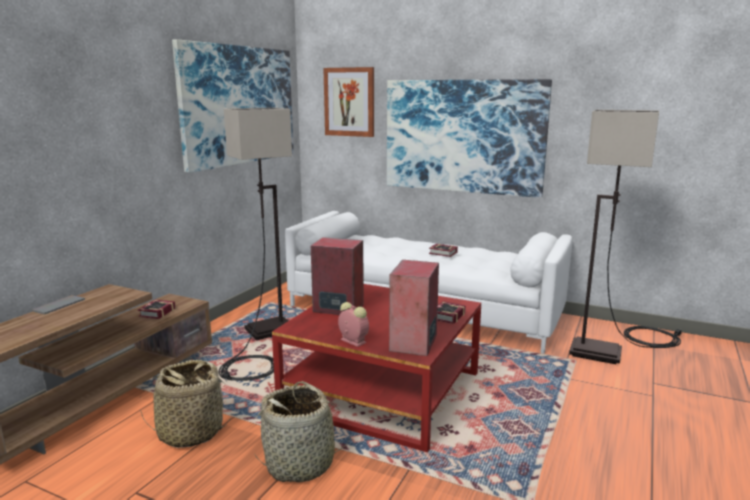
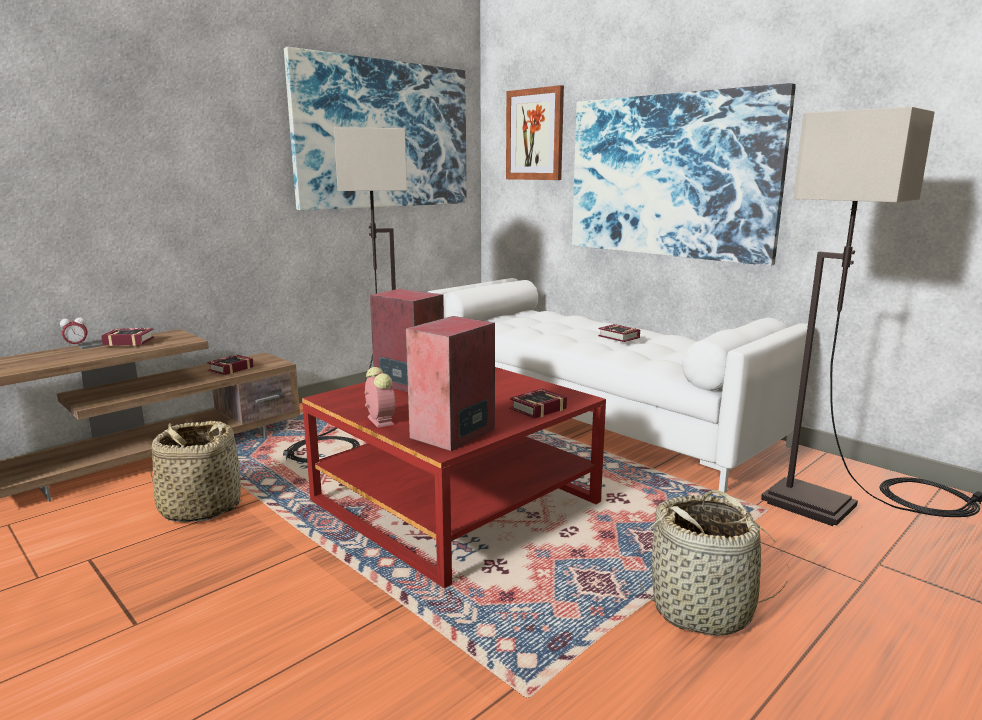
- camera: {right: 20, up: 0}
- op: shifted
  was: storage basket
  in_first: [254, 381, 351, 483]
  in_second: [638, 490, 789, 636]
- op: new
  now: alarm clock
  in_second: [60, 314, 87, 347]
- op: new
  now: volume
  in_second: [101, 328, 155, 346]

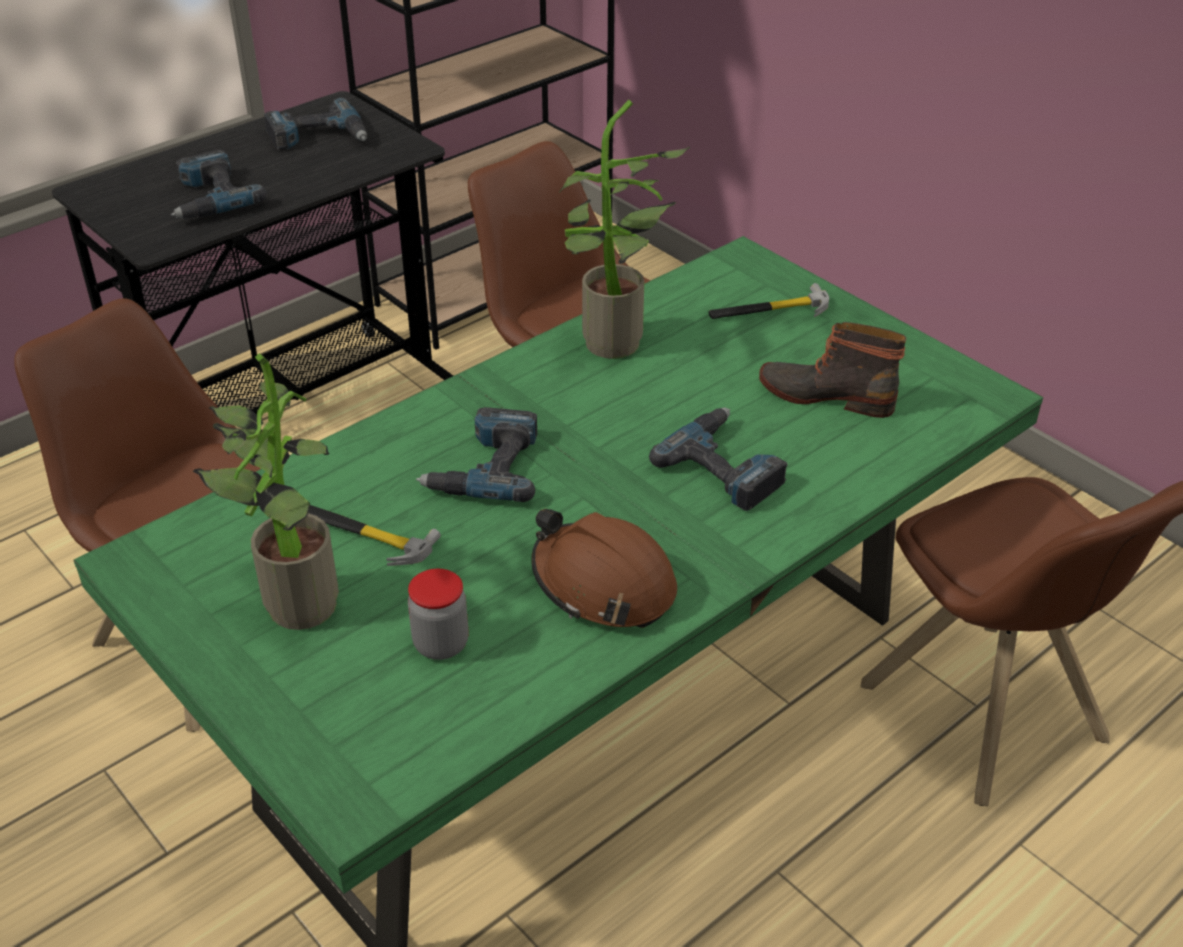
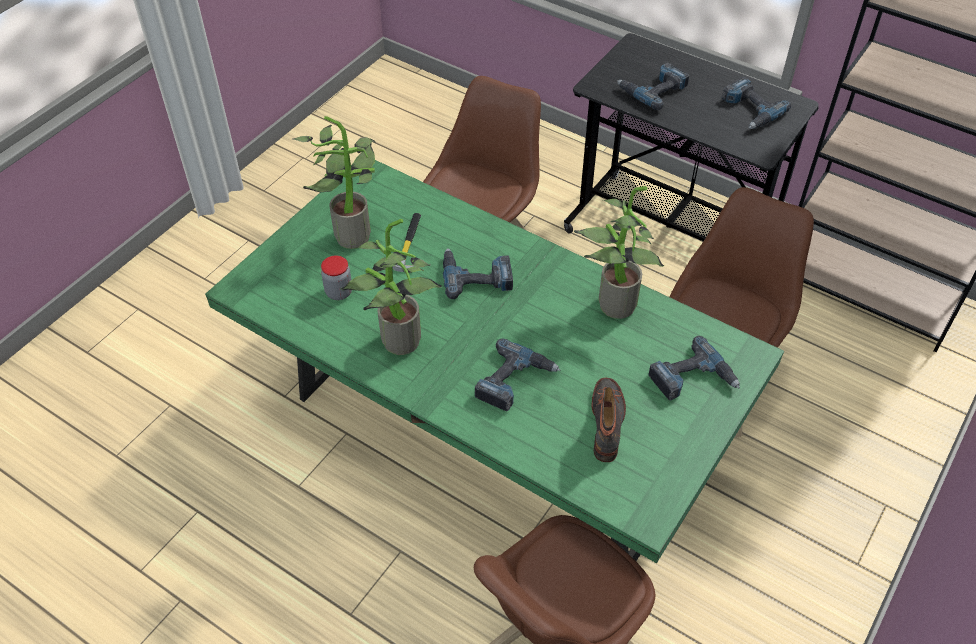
- camera: {right: 75, up: 10}
- op: swapped
  was: brown-coloured safety helmet
  now: plant in a pot
  in_first: [531, 509, 677, 628]
  in_second: [341, 219, 442, 355]
- op: swapped
  was: hammer
  now: drill
  in_first: [708, 283, 829, 319]
  in_second: [648, 336, 740, 401]

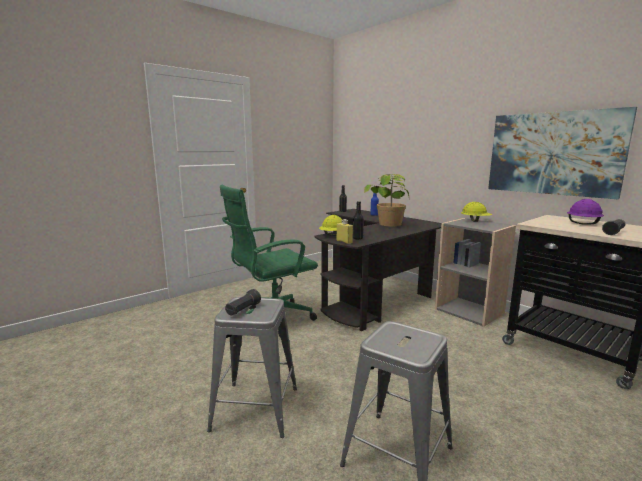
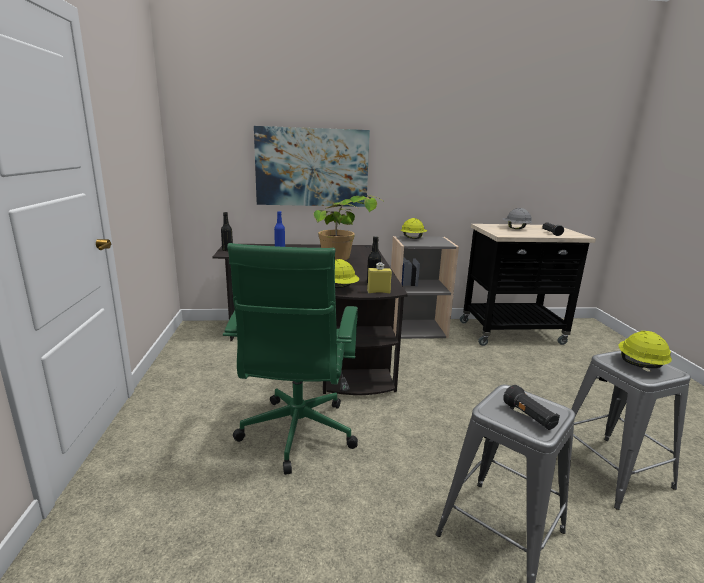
- camera: {right: -55, up: 5}
- op: shifted
  was: wall picture
  in_first: [488, 107, 637, 199]
  in_second: [254, 126, 370, 207]
- op: repainted
  was: purple safety helmet
  now: greyish safety helmet
  in_first: [567, 199, 604, 225]
  in_second: [503, 208, 532, 229]
- op: new
  now: yellow-coloured safety helmet
  in_second: [619, 331, 672, 368]

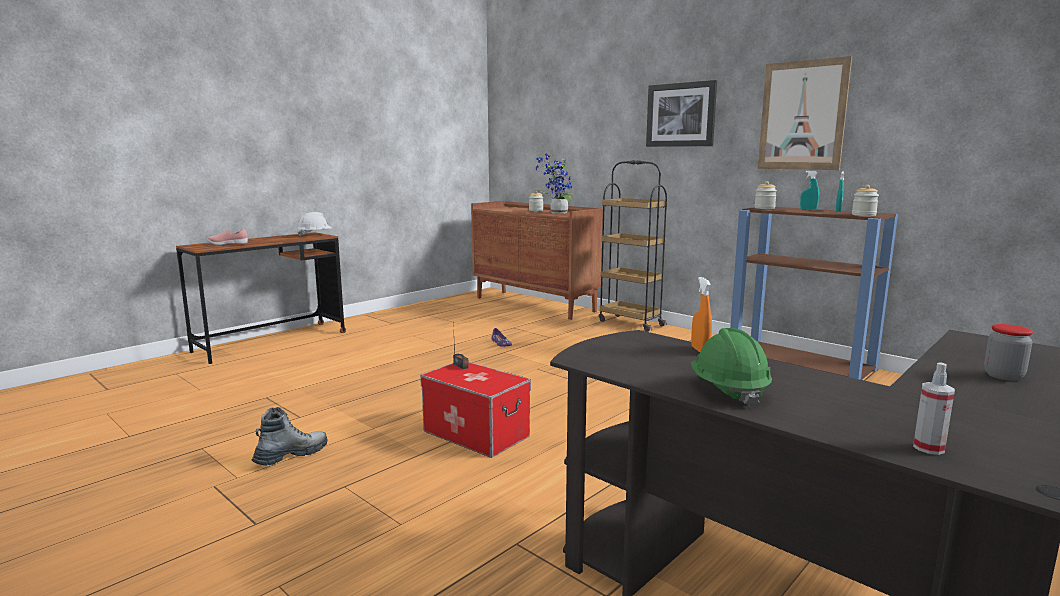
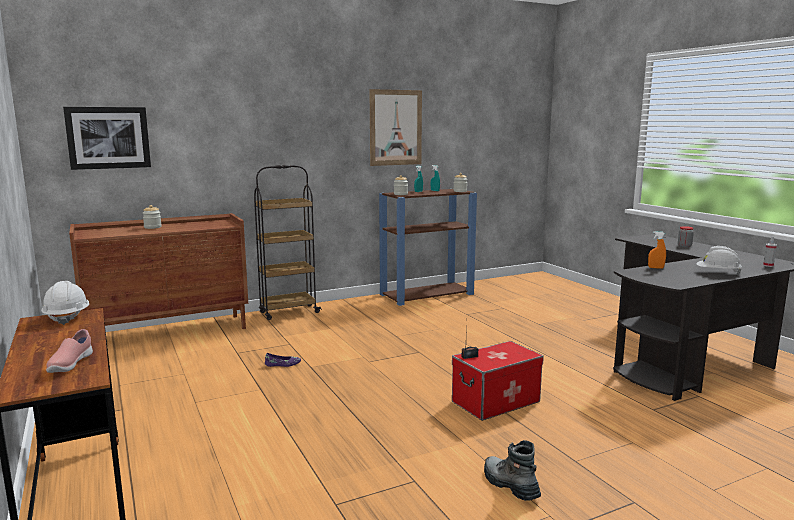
- camera: {right: -70, up: 0}
- op: gone
  was: plant in a pot
  in_first: [533, 153, 573, 214]
- op: shifted
  was: wall picture
  in_first: [646, 80, 717, 147]
  in_second: [63, 107, 151, 170]
- op: repainted
  was: greenish safety helmet
  now: white-coloured safety helmet
  in_first: [691, 328, 772, 407]
  in_second: [697, 246, 742, 274]

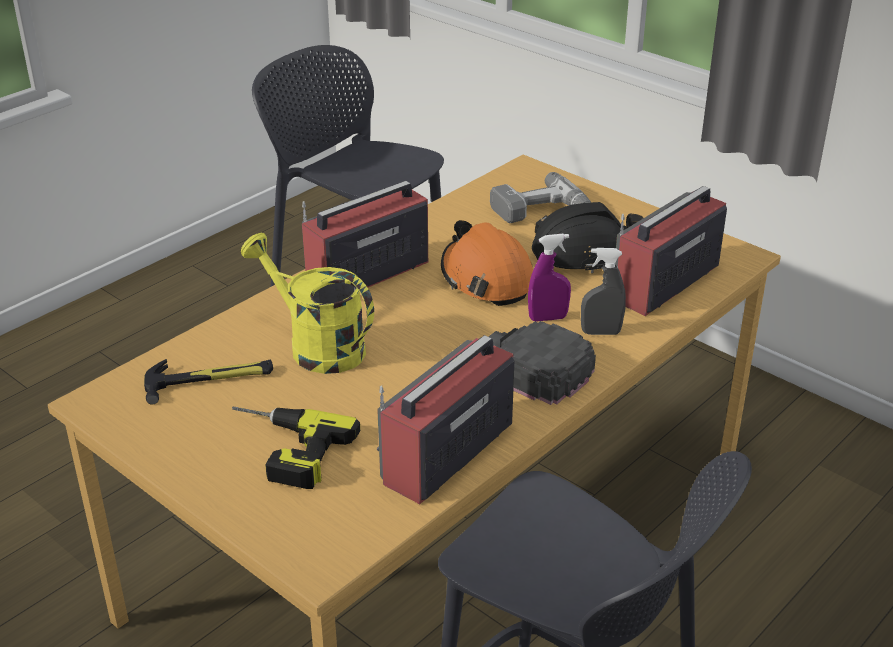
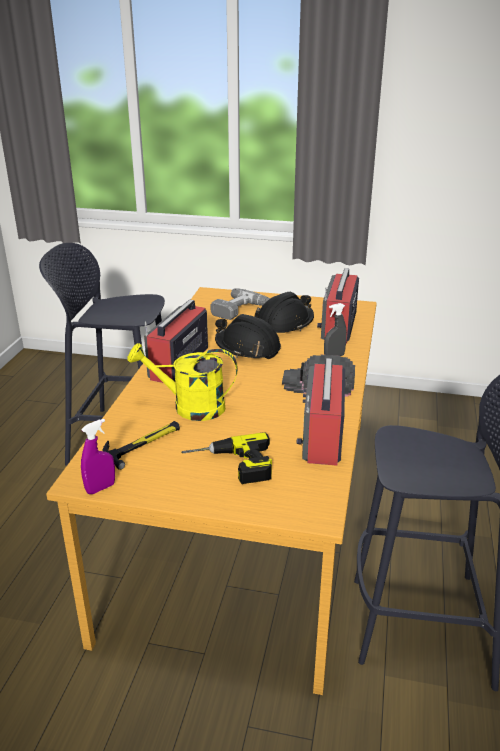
- camera: {right: -30, up: -5}
- op: repainted
  was: orange safety helmet
  now: black-coloured safety helmet
  in_first: [441, 220, 533, 306]
  in_second: [215, 314, 281, 359]
- op: shifted
  was: purple hand sprayer
  in_first: [528, 234, 571, 322]
  in_second: [81, 419, 115, 494]

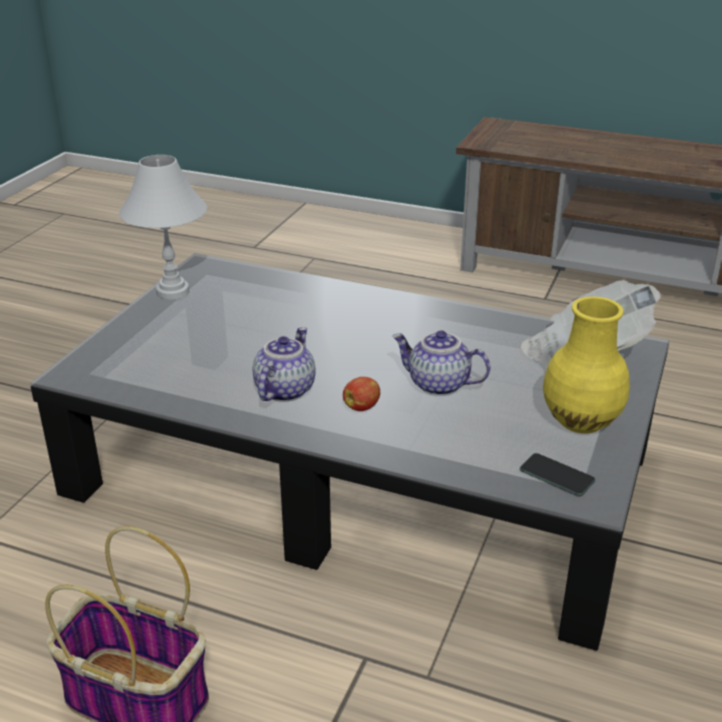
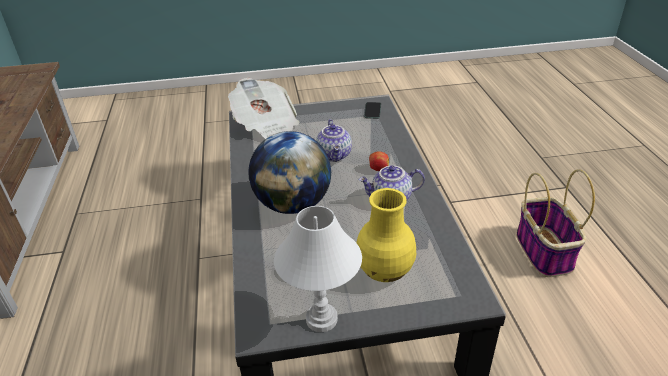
- camera: {right: -120, up: 5}
- op: shifted
  was: yellow-coloured flower vase
  in_first: [543, 296, 630, 434]
  in_second: [356, 188, 416, 282]
- op: new
  now: world globe
  in_second: [249, 131, 331, 214]

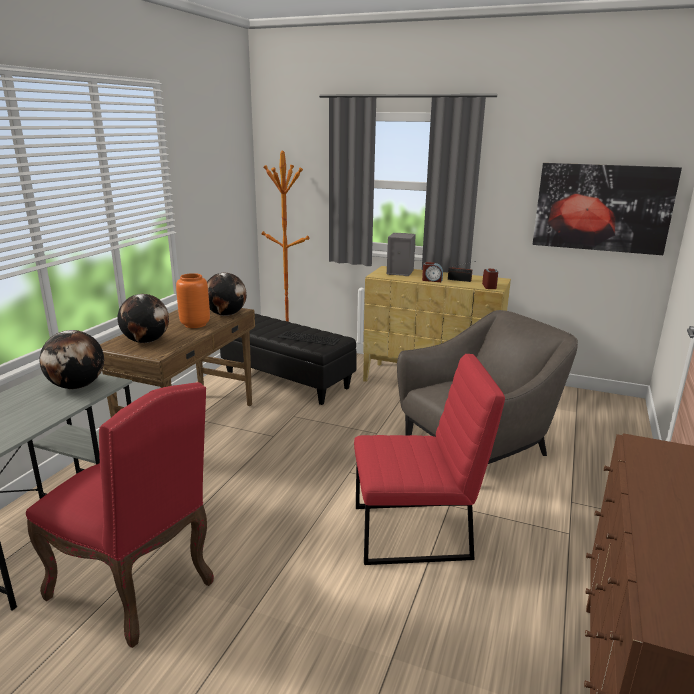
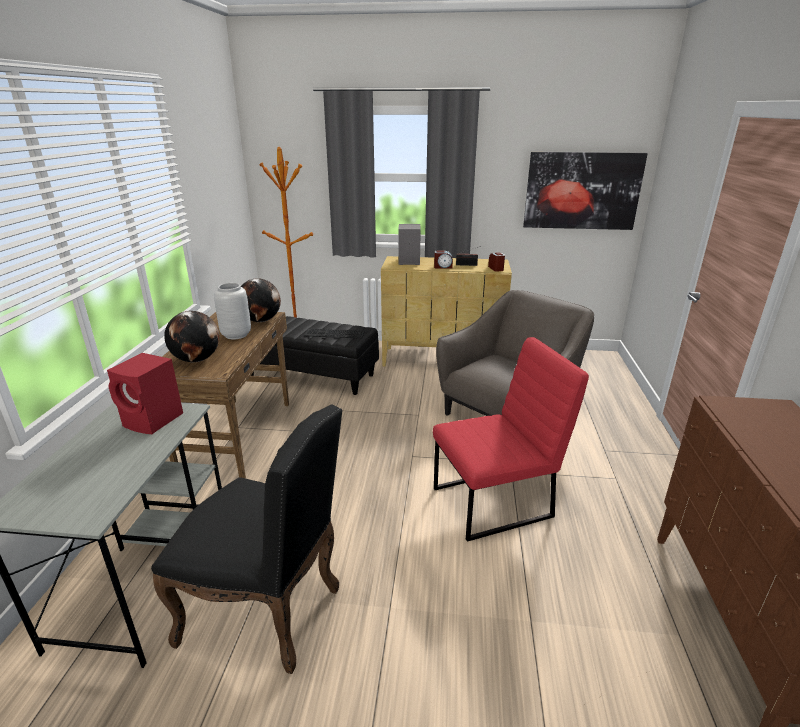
- camera: {right: -15, up: 5}
- op: repainted
  was: reddish chair
  now: black-coloured chair
  in_first: [26, 382, 214, 648]
  in_second: [151, 404, 342, 674]
- op: swapped
  was: world globe
  now: reddish loudspeaker
  in_first: [39, 330, 104, 389]
  in_second: [107, 353, 183, 434]
- op: repainted
  was: orange flower vase
  now: greyish flower vase
  in_first: [176, 273, 210, 328]
  in_second: [214, 283, 251, 339]

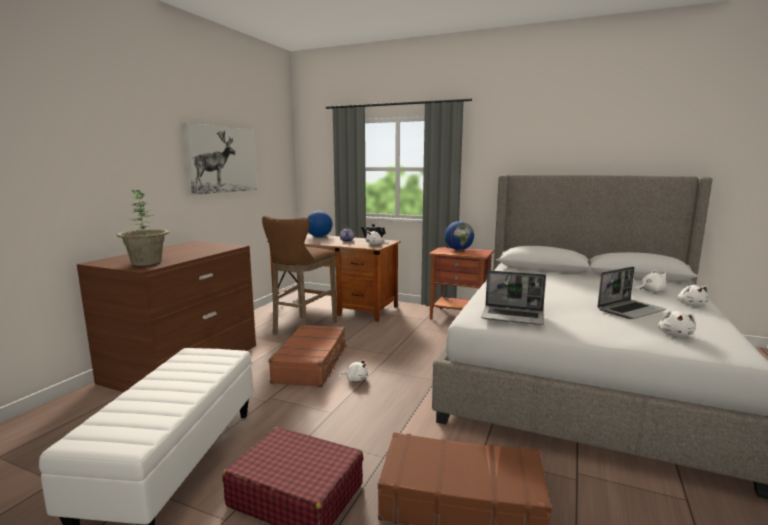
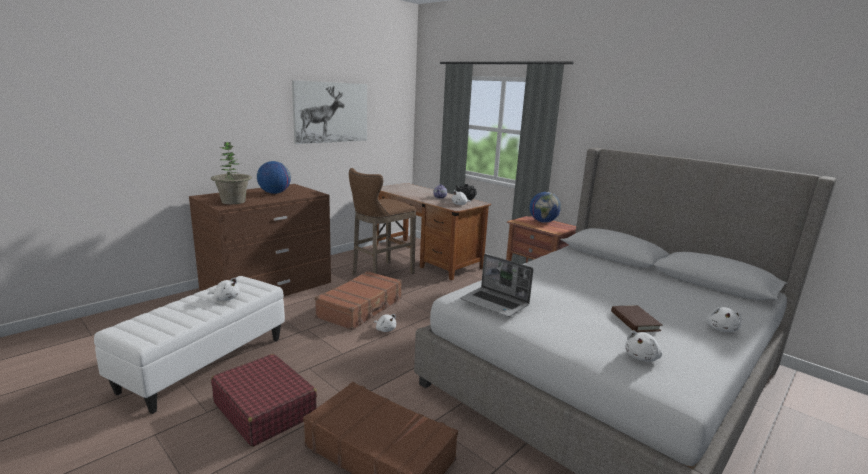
- camera: {right: 20, up: 5}
- op: shifted
  was: world globe
  in_first: [307, 211, 332, 237]
  in_second: [257, 161, 291, 194]
- op: swapped
  was: portable computer
  now: brown-coloured volume
  in_first: [597, 266, 666, 319]
  in_second: [611, 305, 663, 332]
- op: shifted
  was: white-coloured cuddly toy
  in_first: [635, 270, 667, 292]
  in_second: [208, 278, 239, 301]

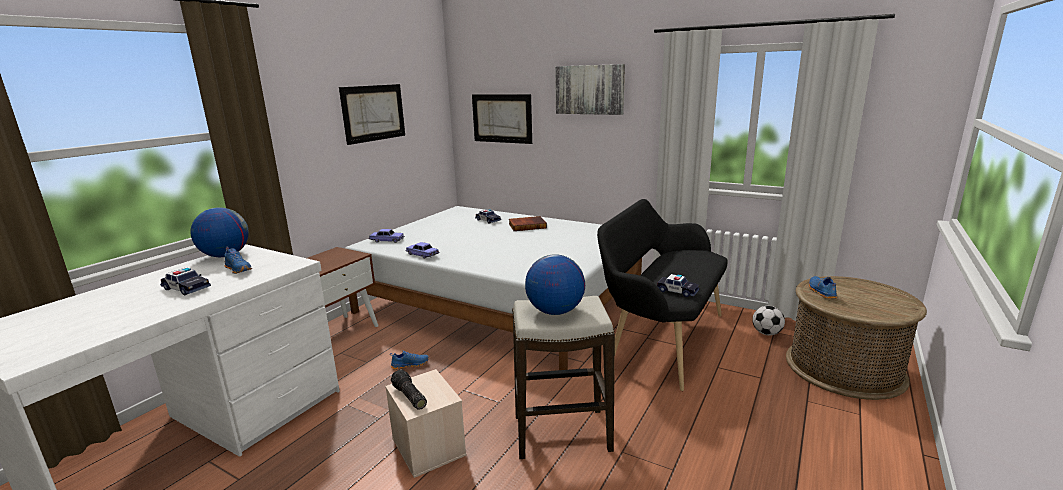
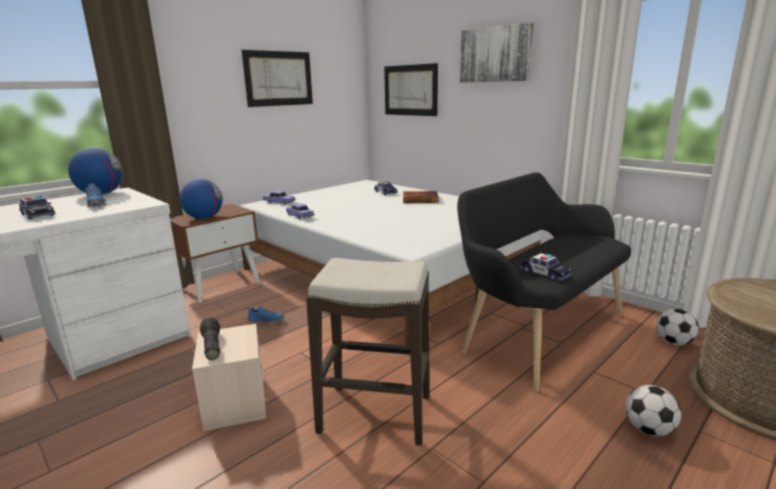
- camera: {right: 15, up: 0}
- op: shifted
  was: world globe
  in_first: [525, 254, 585, 315]
  in_second: [179, 179, 223, 219]
- op: gone
  was: blue low shoe
  in_first: [809, 276, 837, 299]
- op: new
  now: football ball
  in_second: [626, 385, 681, 436]

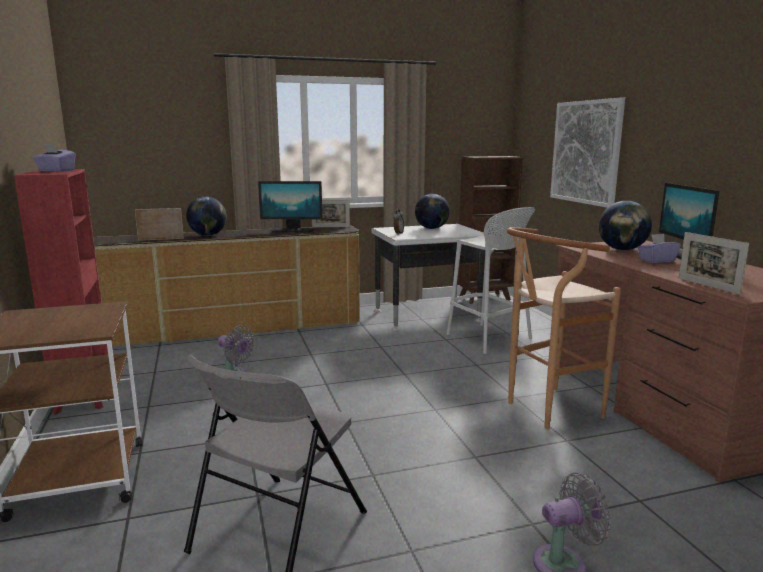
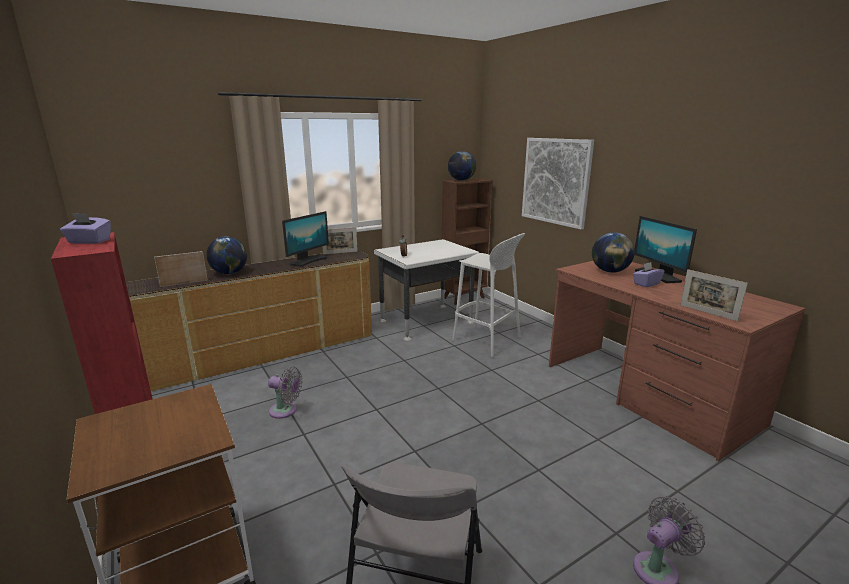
- camera: {right: -15, up: 5}
- op: rotated
  was: computer display
  in_first: [258, 181, 322, 233]
  in_second: [282, 211, 329, 267]
  clockwise: -45
- op: shifted
  was: world globe
  in_first: [415, 194, 450, 229]
  in_second: [448, 151, 476, 181]
- op: gone
  was: brown-coloured stool
  in_first: [507, 227, 621, 429]

